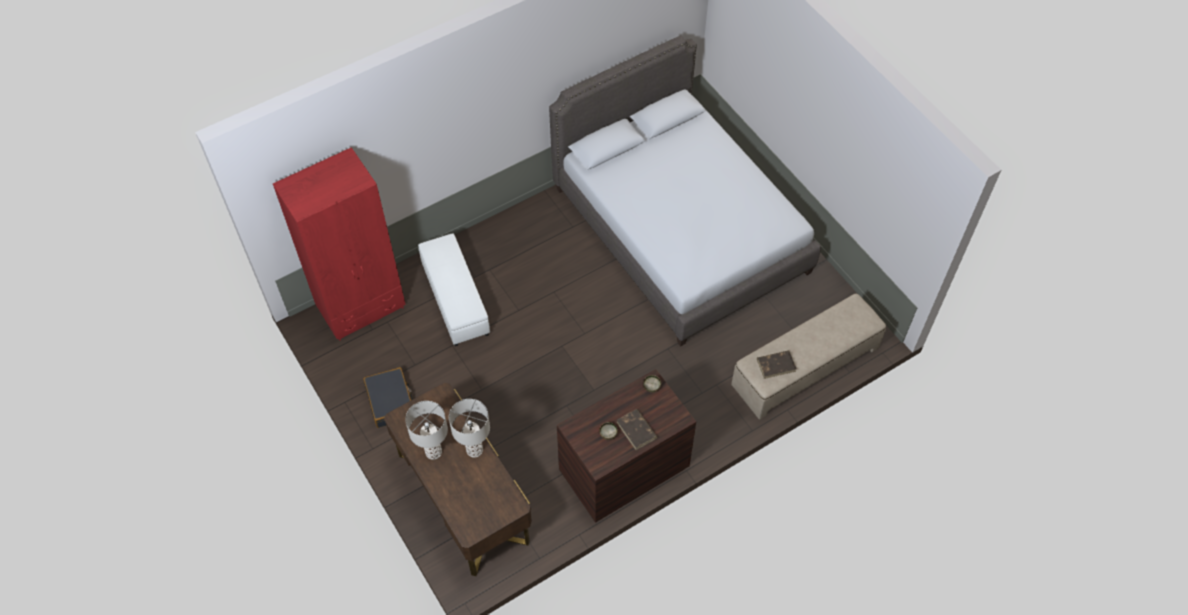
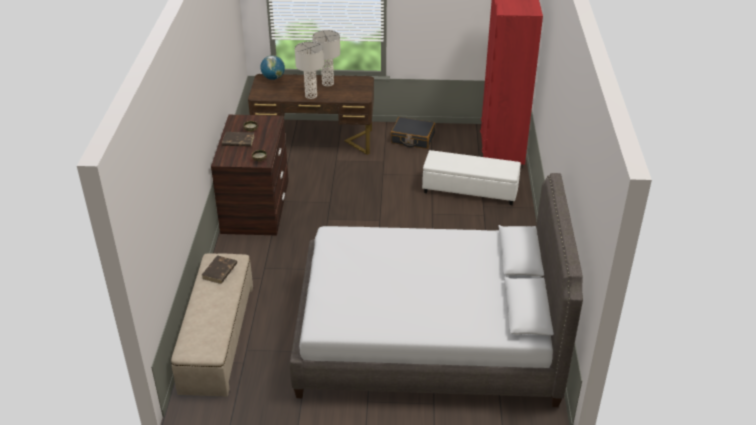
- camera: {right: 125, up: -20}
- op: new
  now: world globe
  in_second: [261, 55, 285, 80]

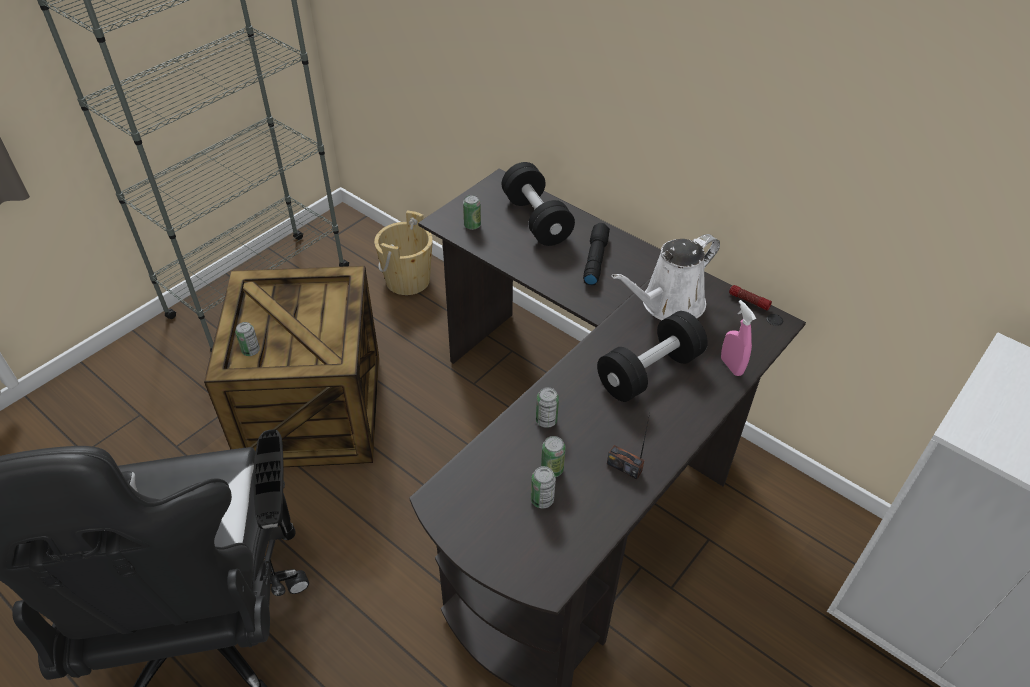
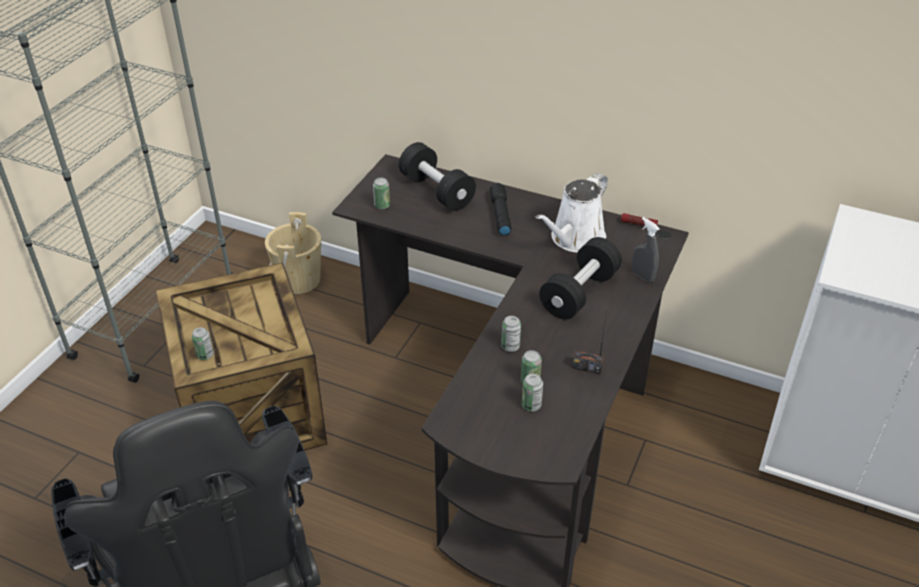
- camera: {right: -15, up: -5}
- op: repainted
  was: pinkish hand sprayer
  now: greyish hand sprayer
  in_first: [721, 300, 756, 376]
  in_second: [632, 217, 659, 283]

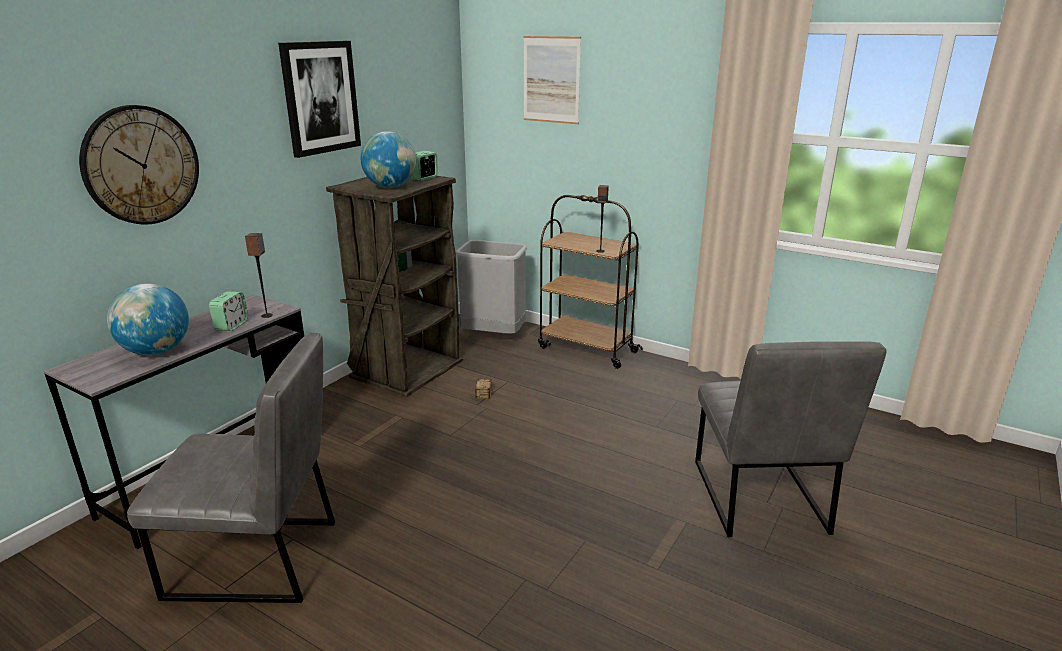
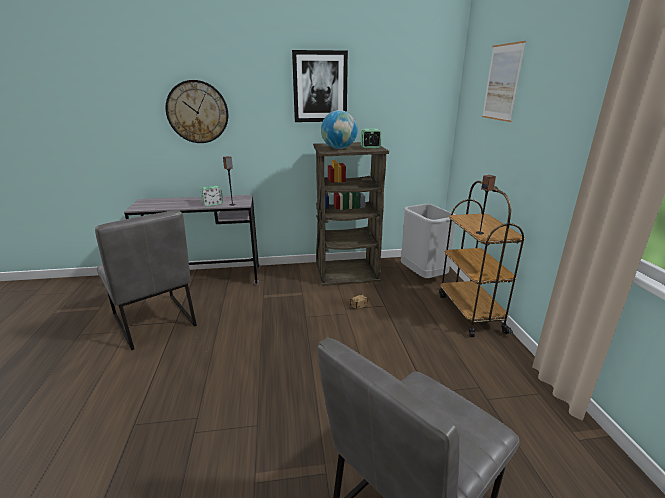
- camera: {right: 50, up: 0}
- op: gone
  was: world globe
  in_first: [107, 283, 189, 355]

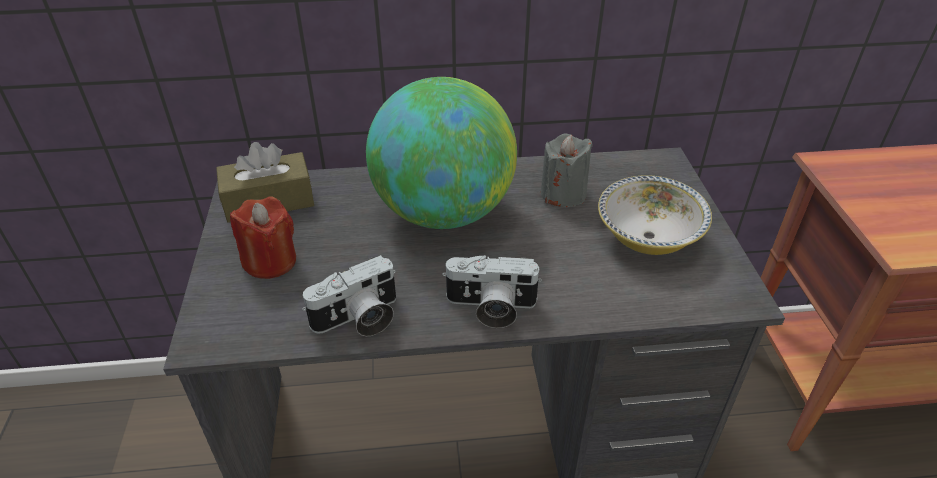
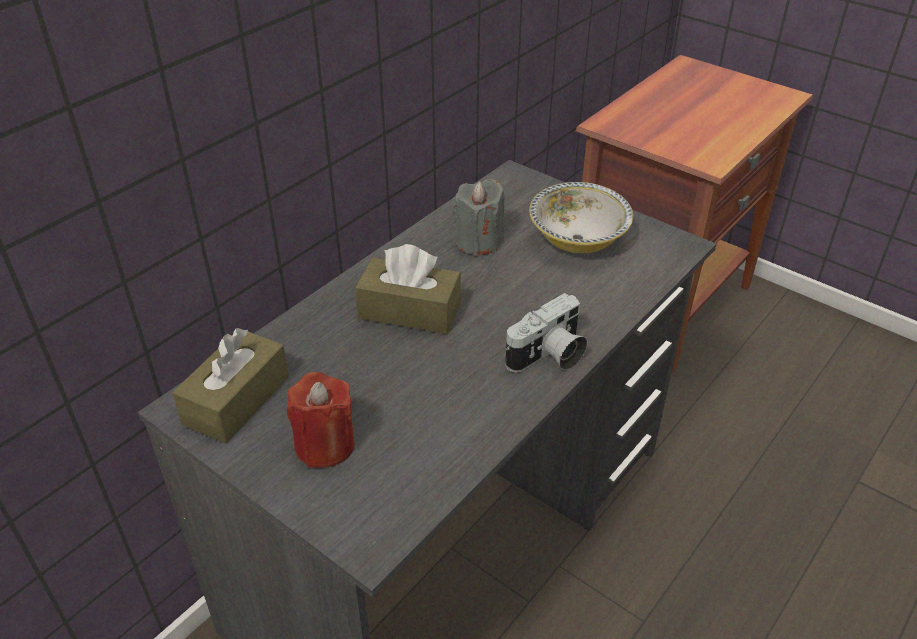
- camera: {right: -45, up: 0}
- op: gone
  was: still camera
  in_first: [302, 255, 396, 336]
- op: swapped
  was: world globe
  now: brown-coloured box of tissues
  in_first: [366, 77, 517, 229]
  in_second: [355, 244, 461, 334]

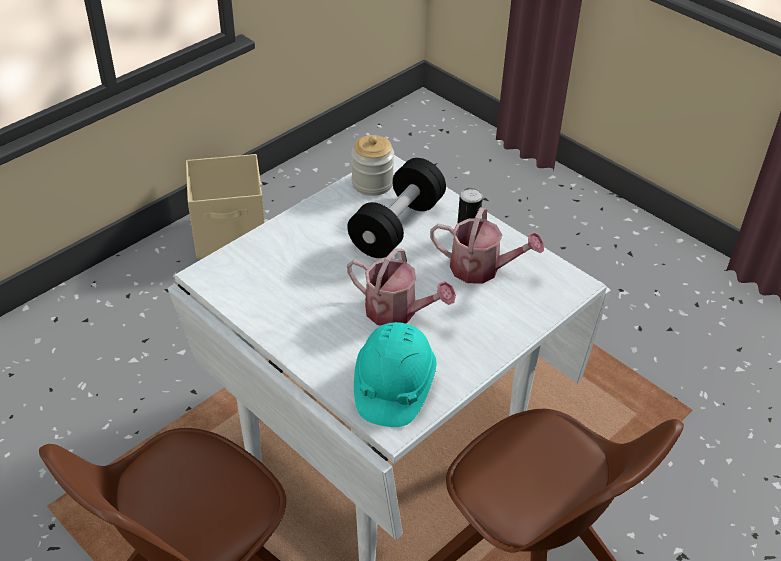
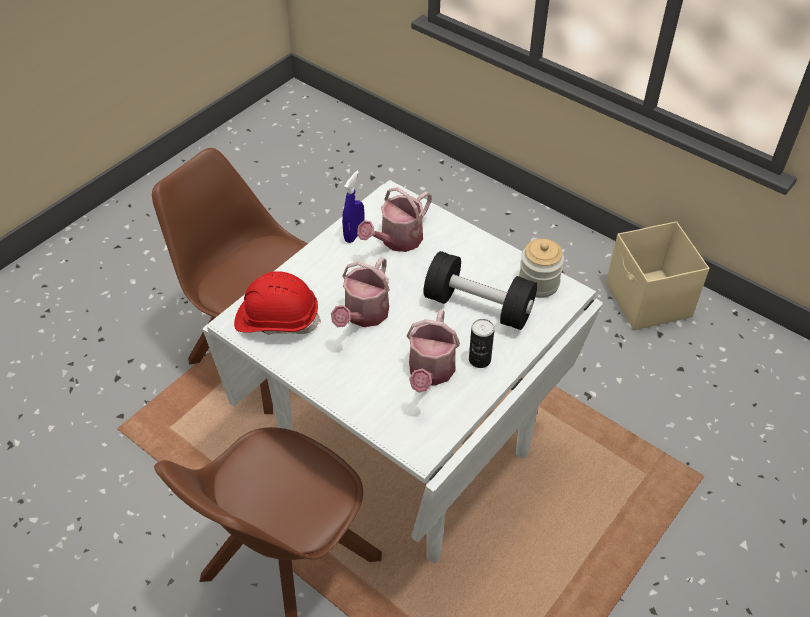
- camera: {right: 85, up: 5}
- op: repainted
  was: turquoise-coloured safety helmet
  now: reddish safety helmet
  in_first: [354, 322, 436, 427]
  in_second: [234, 271, 321, 335]
- op: new
  now: blue hand sprayer
  in_second: [342, 171, 365, 243]
- op: new
  now: watering pot
  in_second: [357, 187, 432, 252]

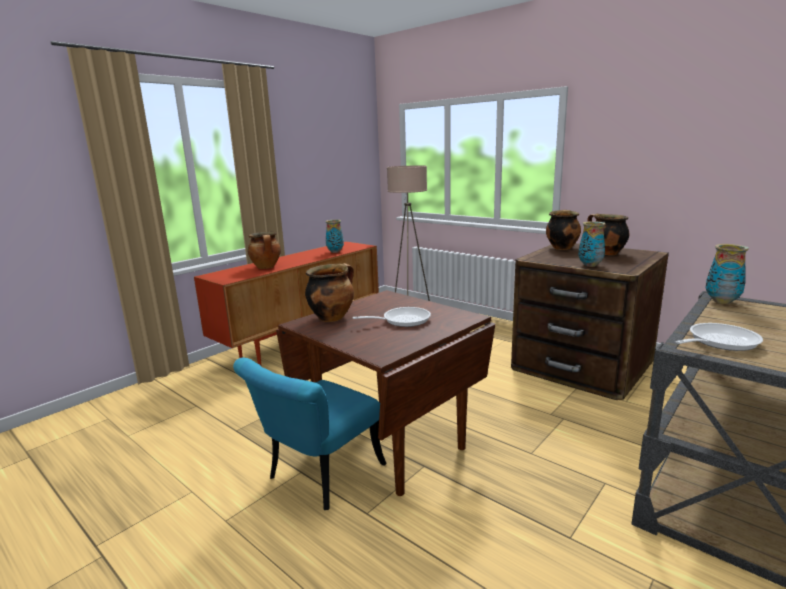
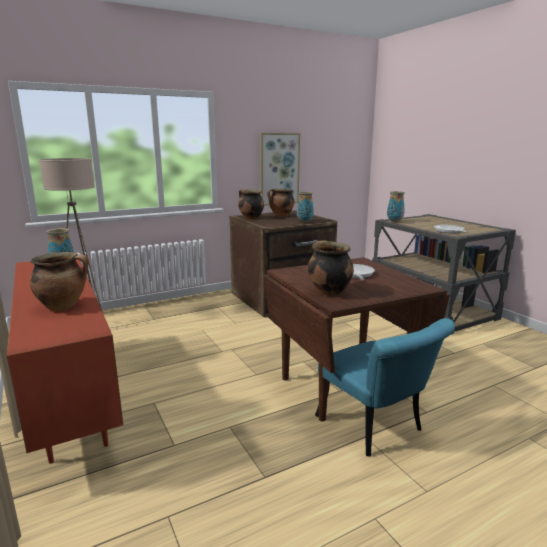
- camera: {right: -70, up: 0}
- op: new
  now: wall picture
  in_second: [260, 133, 300, 206]

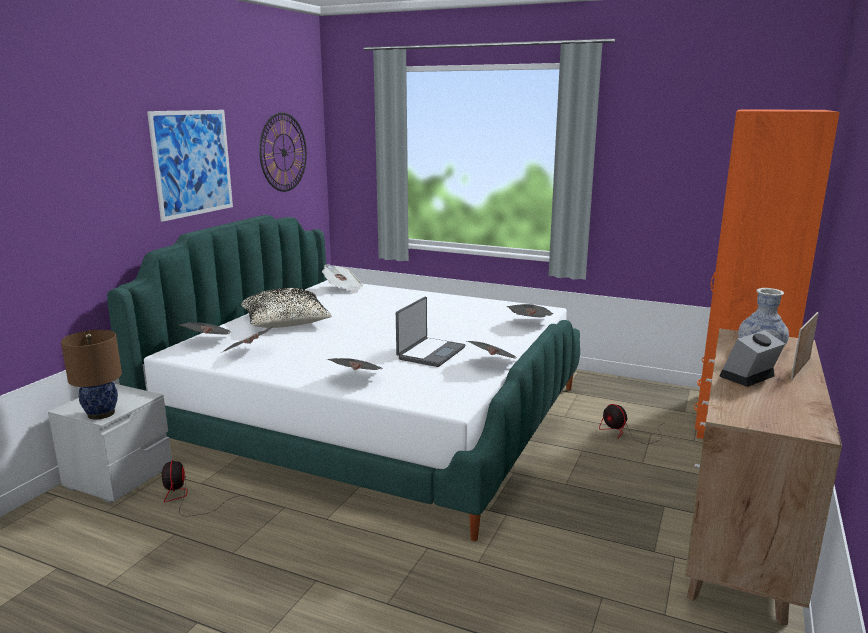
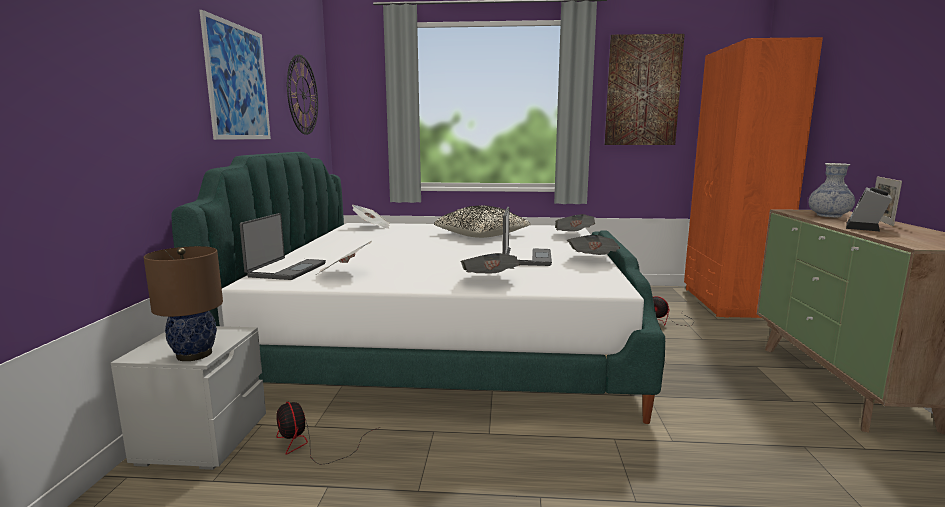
- camera: {right: -20, up: -5}
- op: swapped
  was: daily paper
  now: portable computer
  in_first: [180, 322, 231, 335]
  in_second: [240, 213, 326, 280]
- op: shifted
  was: sand-coloured cushion
  in_first: [241, 288, 332, 328]
  in_second: [434, 205, 530, 238]
- op: new
  now: wall picture
  in_second: [605, 34, 685, 145]

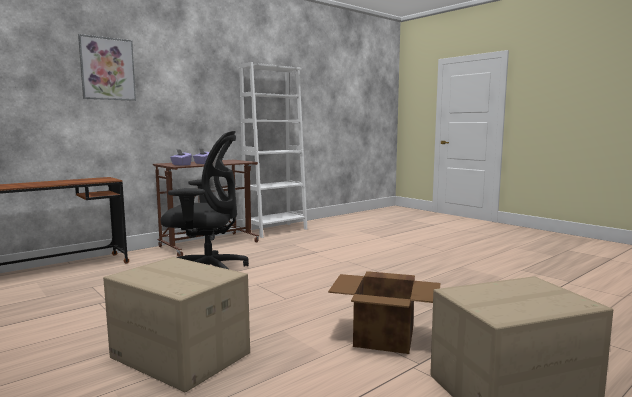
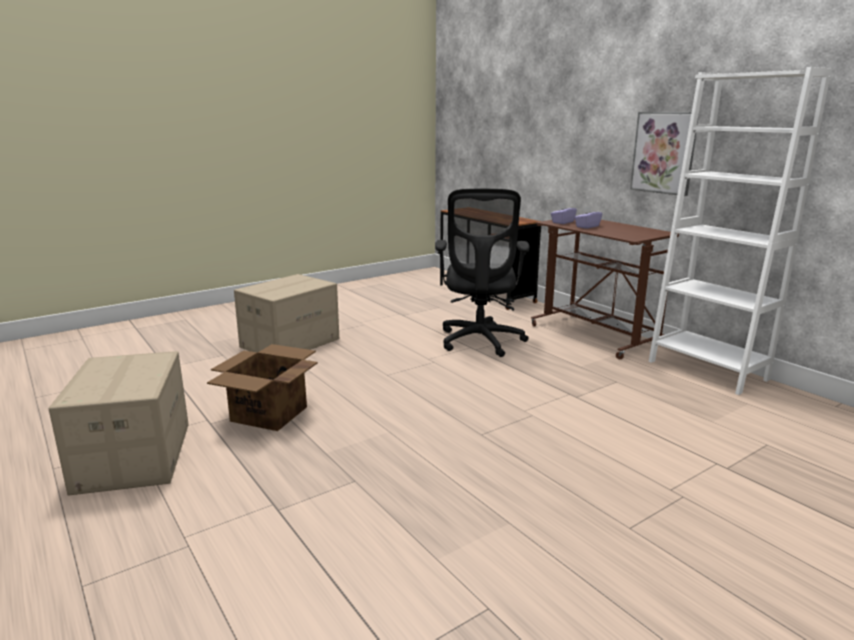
- camera: {right: 95, up: 10}
- op: shifted
  was: wall picture
  in_first: [78, 34, 136, 101]
  in_second: [630, 112, 699, 196]

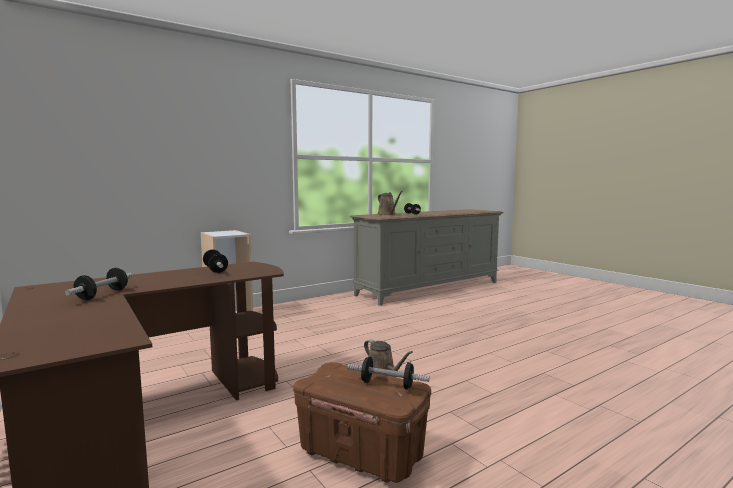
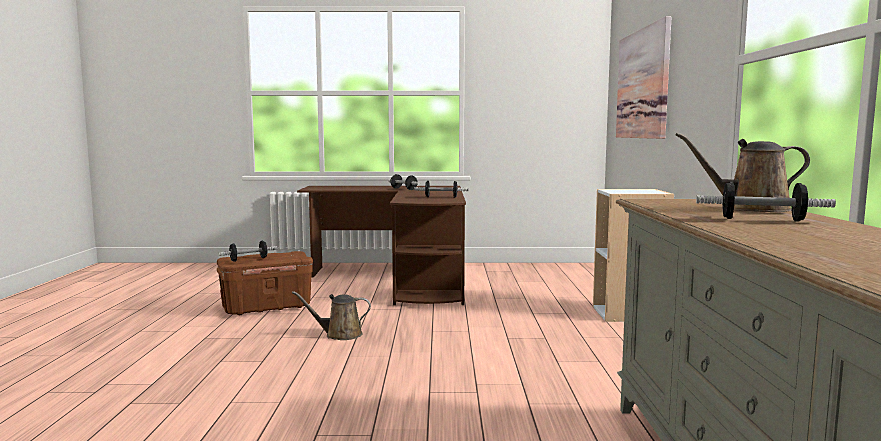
- camera: {right: 125, up: 0}
- op: new
  now: wall picture
  in_second: [616, 16, 672, 139]

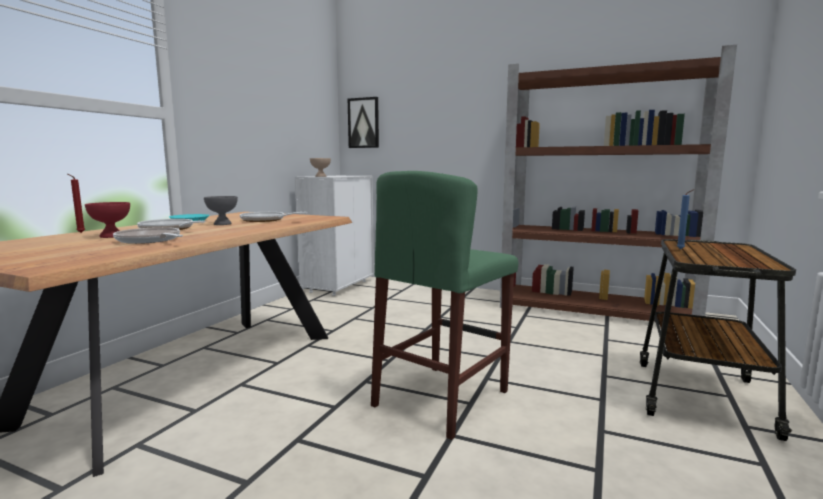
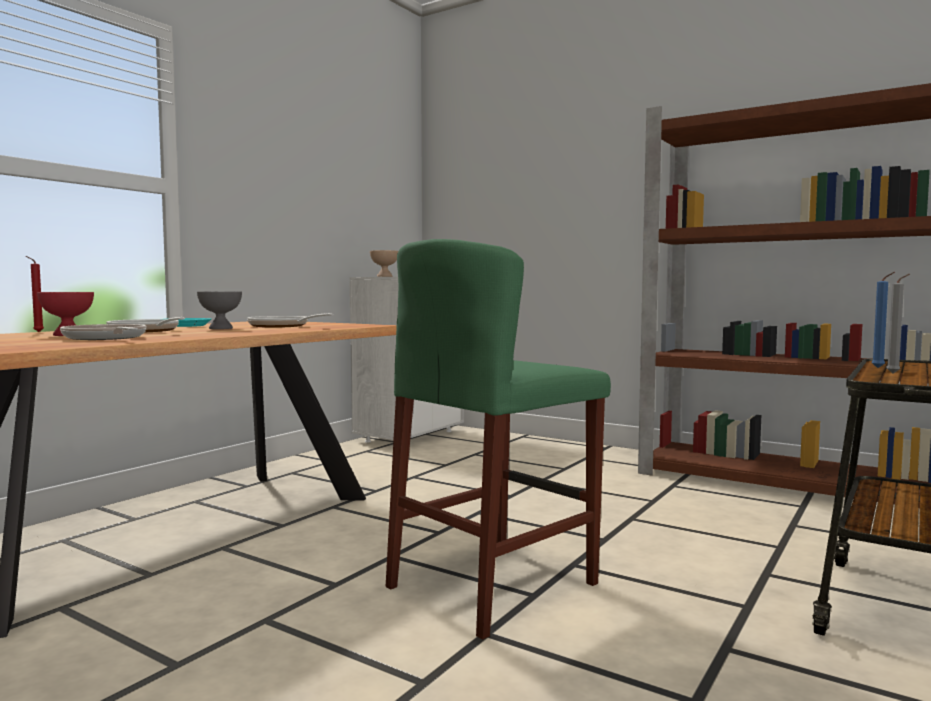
- camera: {right: 10, up: -5}
- op: gone
  was: wall picture
  in_first: [348, 97, 379, 148]
- op: new
  now: greyish candle
  in_second: [886, 274, 910, 373]

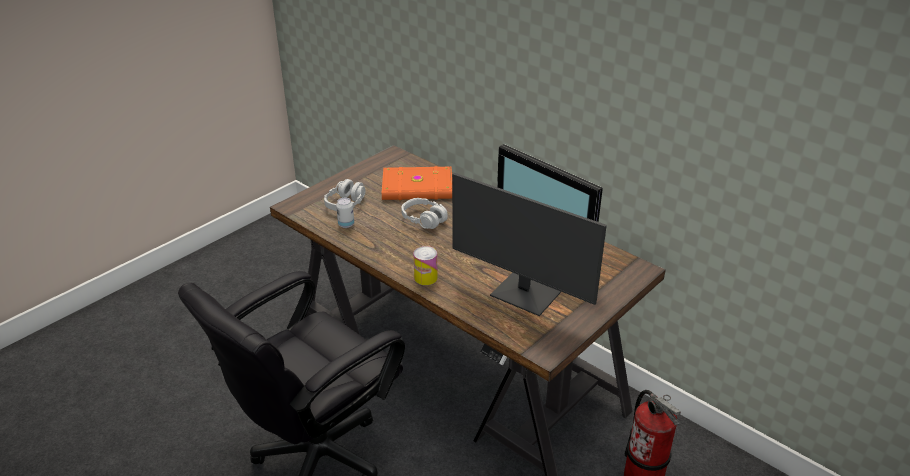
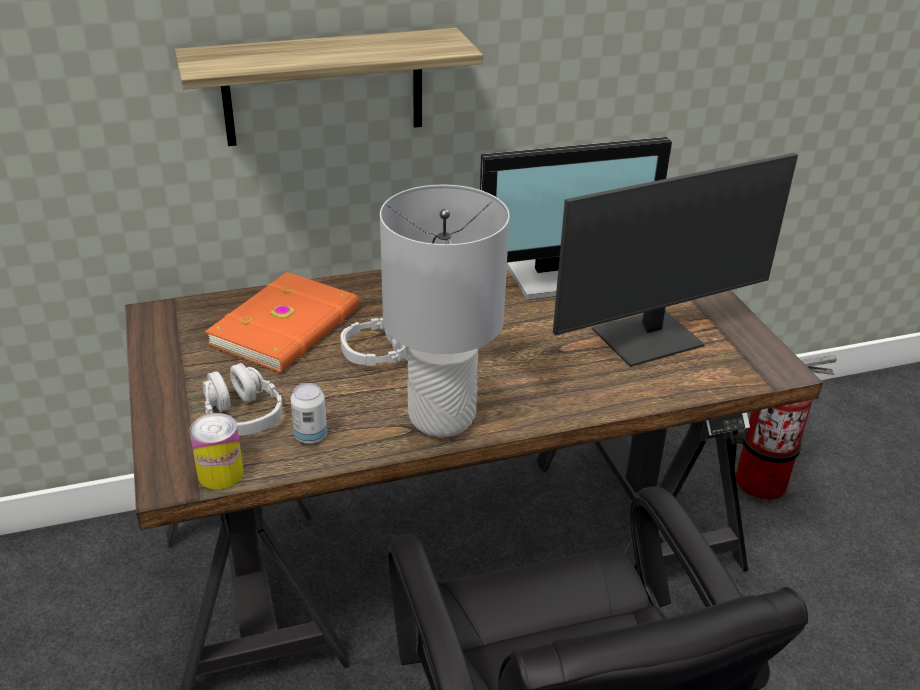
- camera: {right: -60, up: 0}
- op: shifted
  was: metal can
  in_first: [414, 246, 438, 285]
  in_second: [189, 413, 244, 490]
- op: new
  now: bracket shelf
  in_second: [175, 28, 483, 146]
- op: new
  now: greyish table lamp
  in_second: [380, 185, 510, 437]

